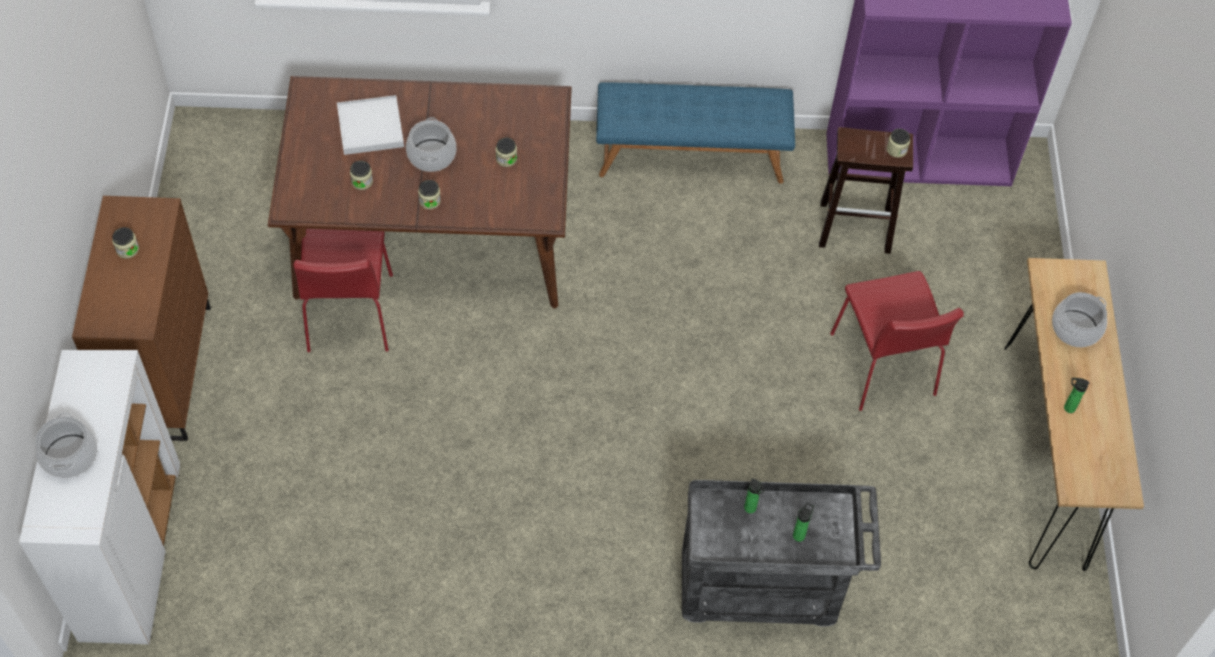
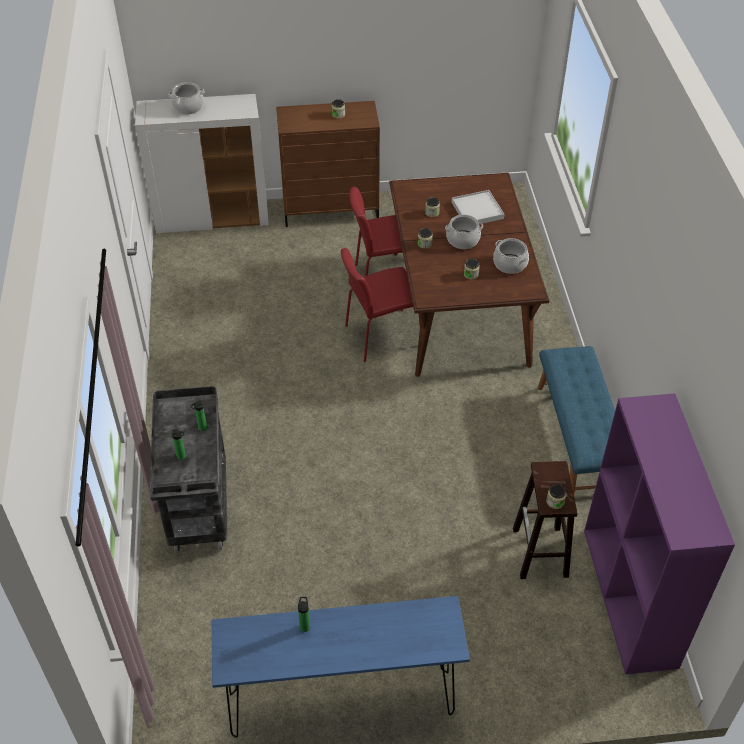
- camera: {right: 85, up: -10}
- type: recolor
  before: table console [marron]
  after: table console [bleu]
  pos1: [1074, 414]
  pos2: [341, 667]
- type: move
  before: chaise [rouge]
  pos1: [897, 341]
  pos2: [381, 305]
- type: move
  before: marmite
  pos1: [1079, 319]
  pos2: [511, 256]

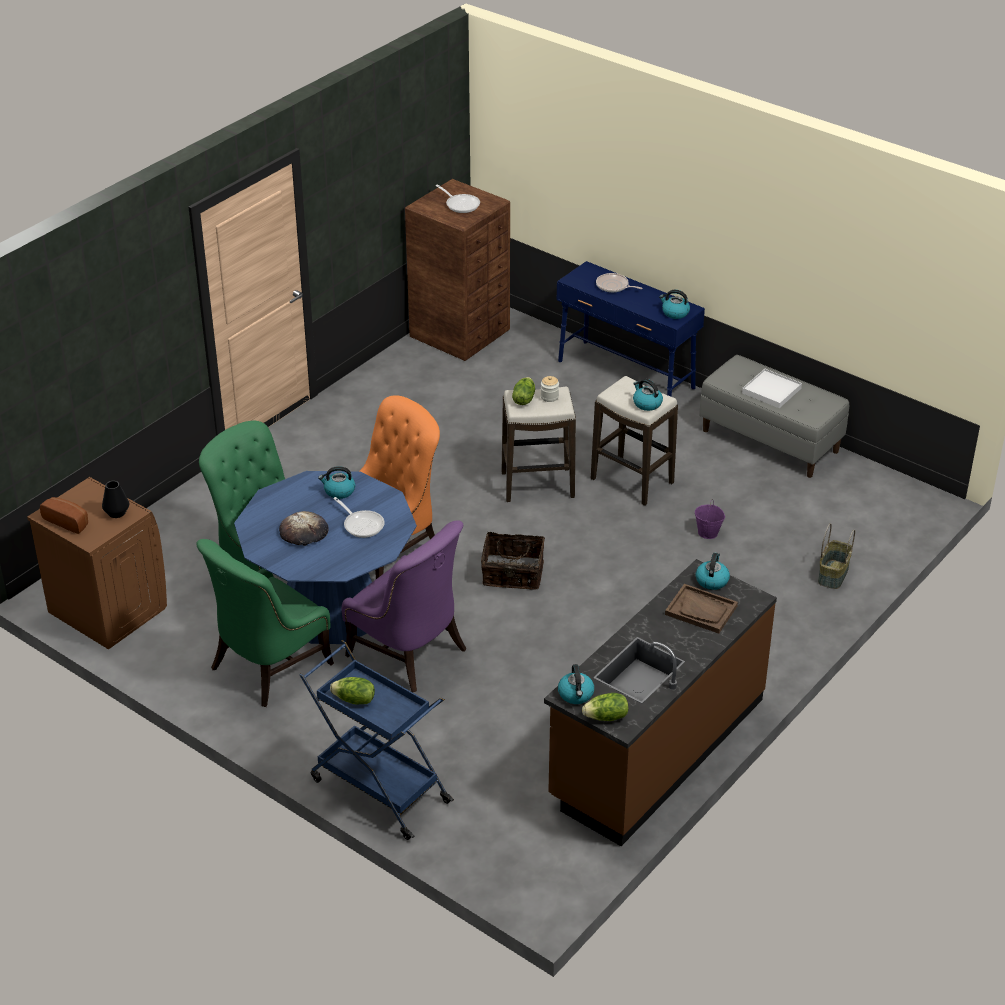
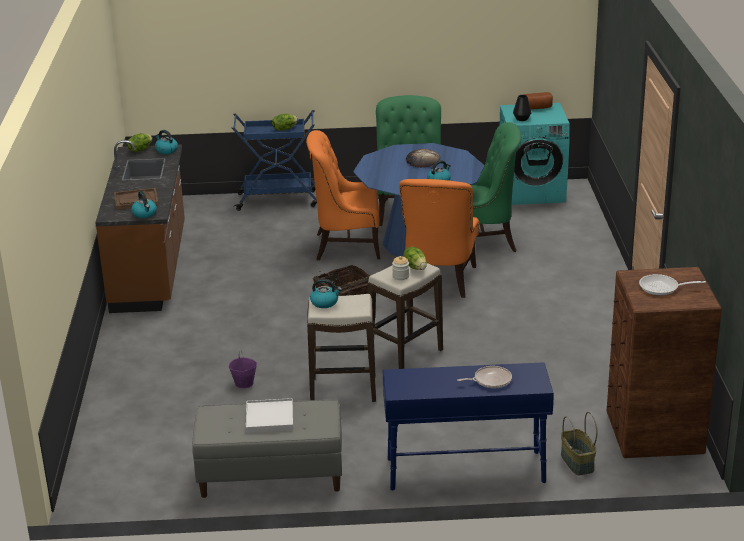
- camera: {right: 140, up: -10}
- type: delete
  before: bouilloire
  pos1: [674, 304]
- type: recolor
  before: lave-linge [marron]
  after: lave-linge [turquoise]
  pos1: [97, 563]
  pos2: [535, 154]
- type: delete
  before: poêle
  pos1: [359, 517]
- type: recolor
  before: chaise [violet]
  after: chaise [orange]
  pos1: [404, 606]
  pos2: [343, 195]
- type: move
  before: panier
  pos1: [836, 556]
  pos2: [579, 443]

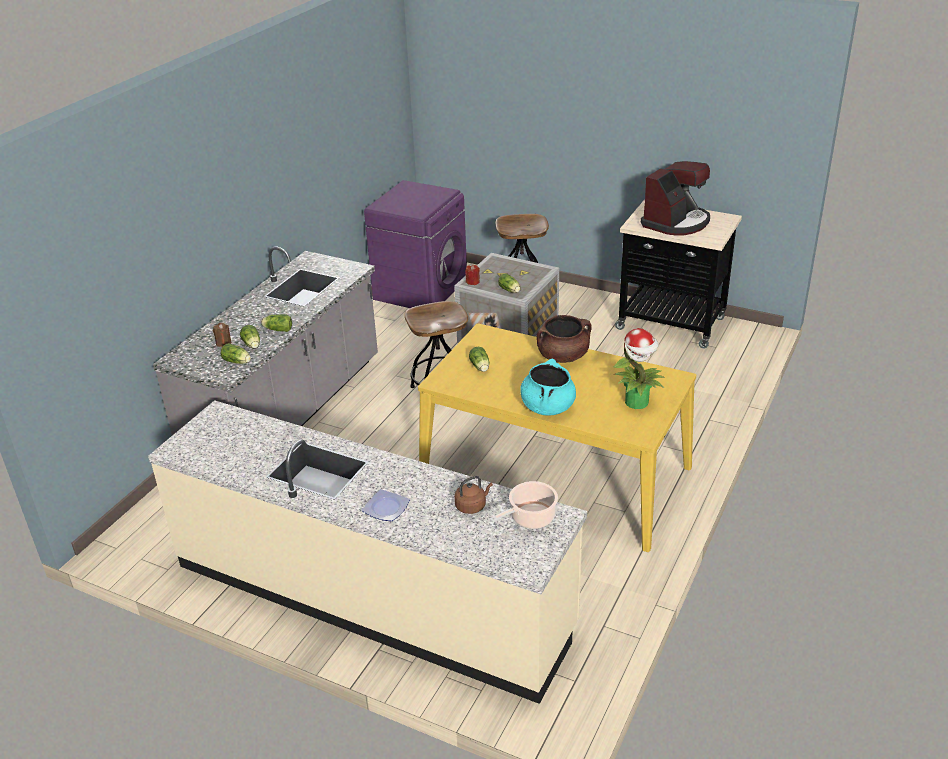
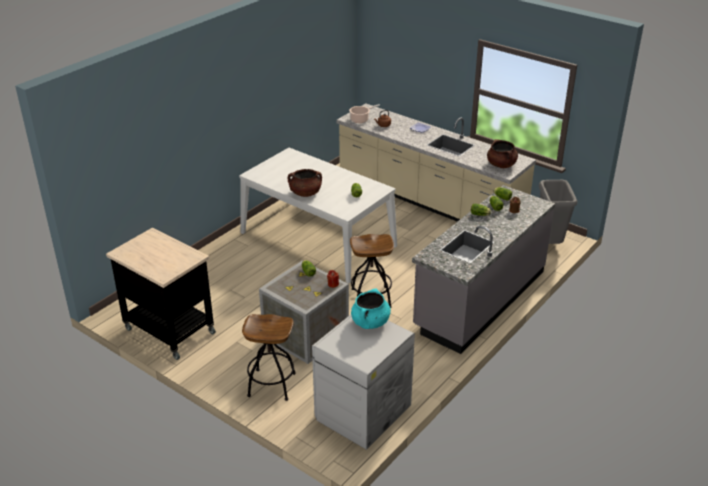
- camera: {right: -170, up: 0}
- type: delete
  before: machine à café
  pos1: [675, 198]
- type: recolor
  before: lave-linge [violet]
  after: lave-linge [blanc]
  pos1: [415, 244]
  pos2: [363, 382]
- type: recolor
  before: table à manger [jaune]
  after: table à manger [blanc]
  pos1: [557, 437]
  pos2: [318, 215]
- type: delete
  before: plante en pot
  pos1: [638, 368]
- type: move
  before: marmite [turquoise]
  pos1: [548, 387]
  pos2: [371, 309]
- type: insert
  after: marmite [marron]
  pos2: [502, 153]
- type: insert
  after: poubelle [gris]
  pos2: [558, 212]

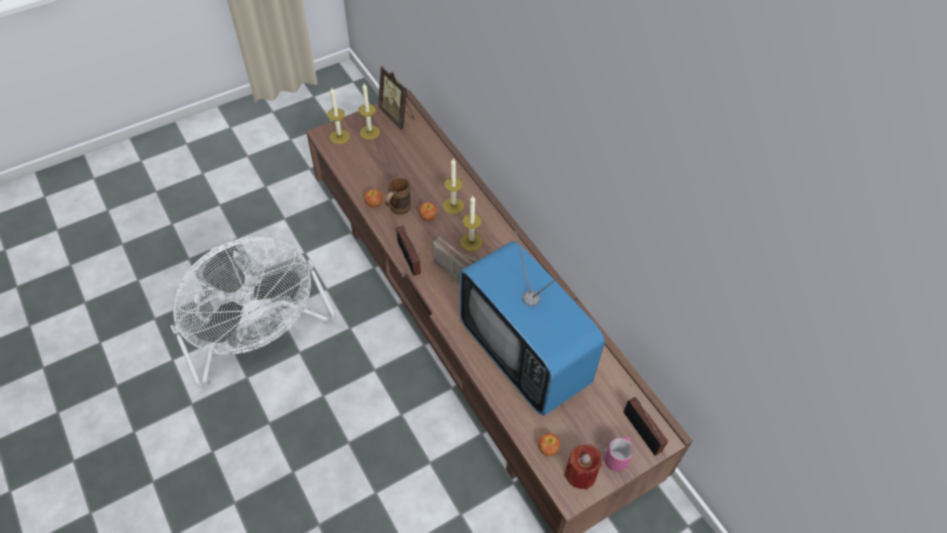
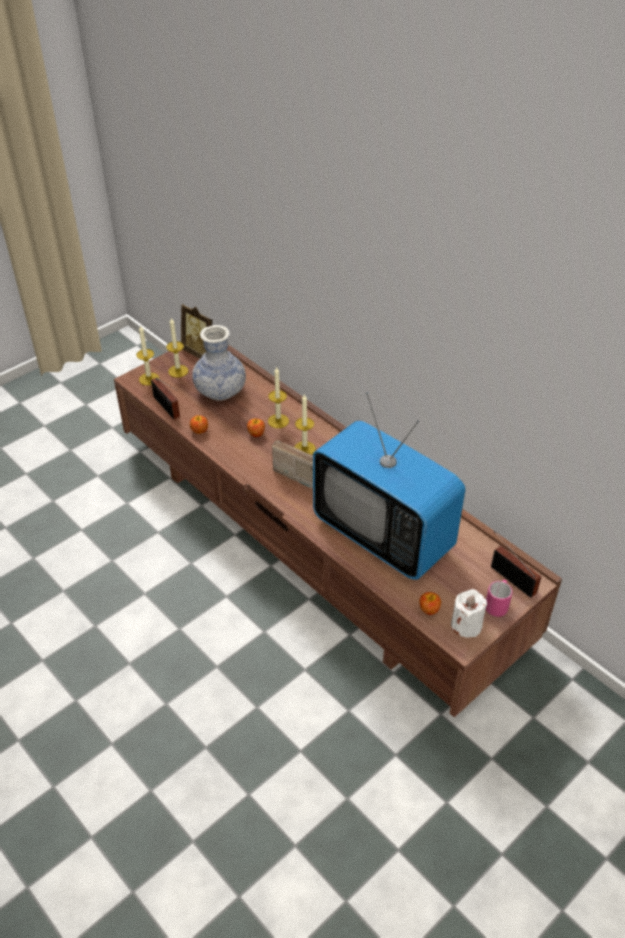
- camera: {right: -10, up: -10}
- type: delete
  before: mug [marron]
  pos1: [398, 196]
- type: move
  before: radio
  pos1: [408, 250]
  pos2: [165, 398]
- type: delete
  before: ventilateur [blanc]
  pos1: [253, 312]
- type: recolor
  before: bougie [rouge]
  after: bougie [blanc]
  pos1: [583, 467]
  pos2: [469, 613]
- type: insert
  after: vase
  pos2: [219, 362]

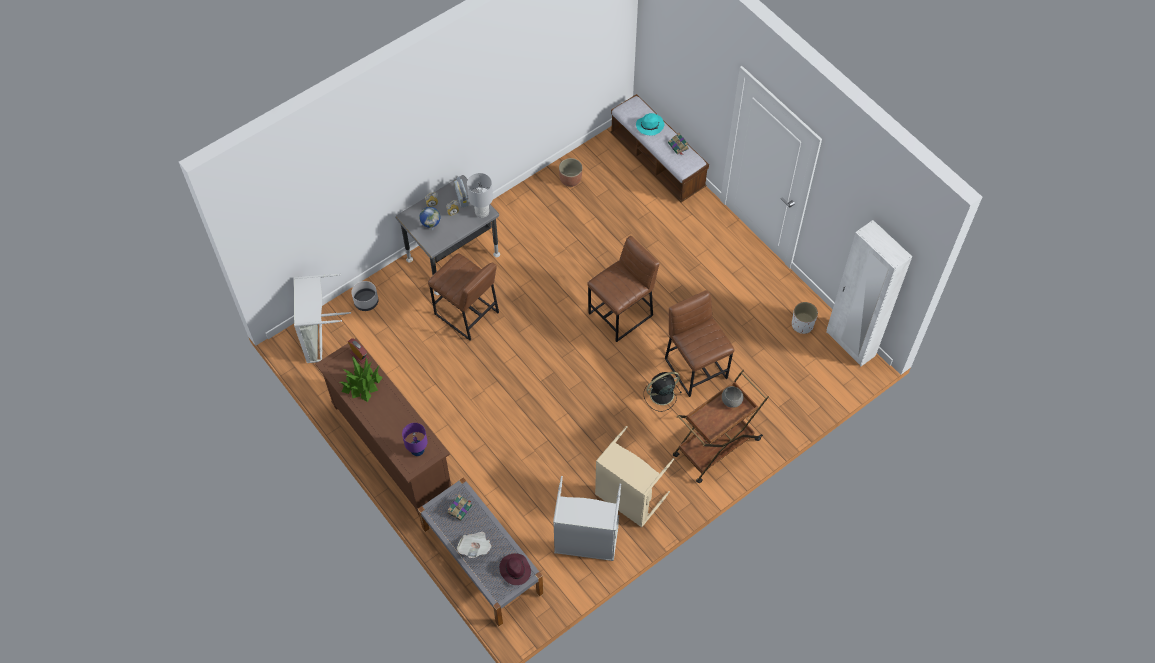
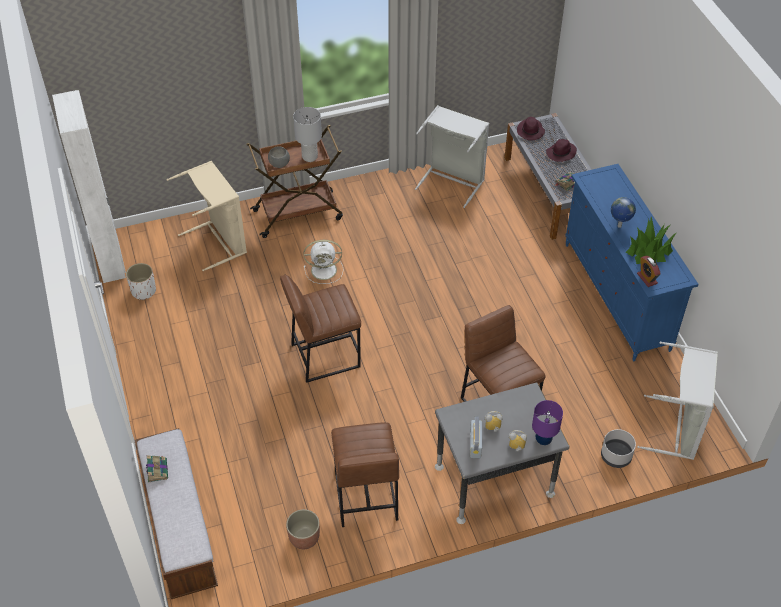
- camera: {right: -160, up: -10}
- type: delete
  before: chapeau [turquoise]
  pos1: [650, 124]
- type: move
  before: lampe de table [gris]
  pos1: [480, 195]
  pos2: [307, 134]
- type: move
  before: globe
  pos1: [429, 218]
  pos2: [623, 212]
- type: move
  before: chaise [marron]
  pos1: [699, 343]
  pos2: [365, 474]
- type: recolor
  before: commode [marron]
  after: commode [bleu]
  pos1: [383, 426]
  pos2: [632, 263]
- type: recolor
  before: ventilateur [noir]
  after: ventilateur [blanc]
  pos1: [663, 392]
  pos2: [324, 262]
- type: move
  before: lampe de table [violet]
  pos1: [415, 439]
  pos2: [547, 422]
- type: move
  before: panier à linge [beige]
  pos1: [634, 476]
  pos2: [207, 216]
- type: replace
  before: journal
  after: chapeau [violet]
  pos1: [474, 545]
  pos2: [561, 150]

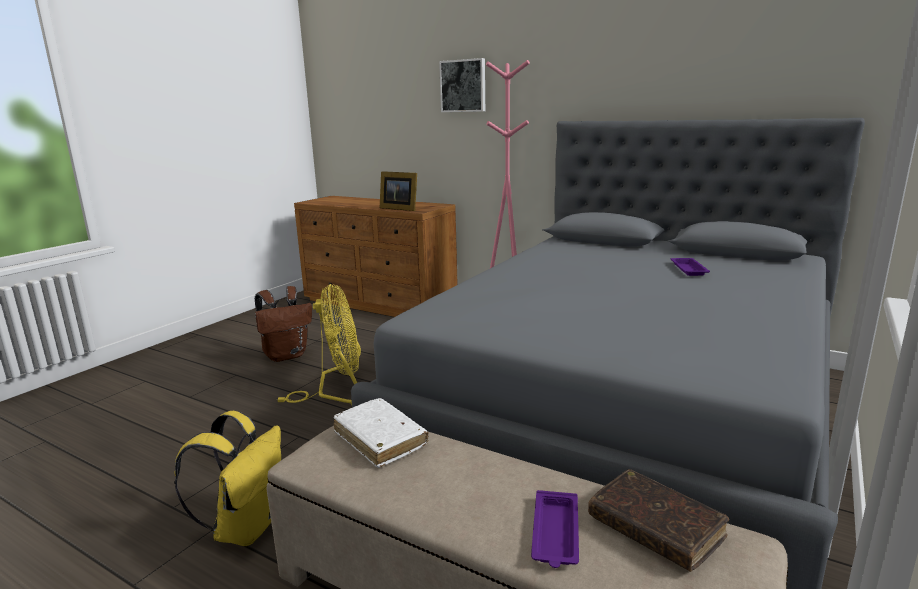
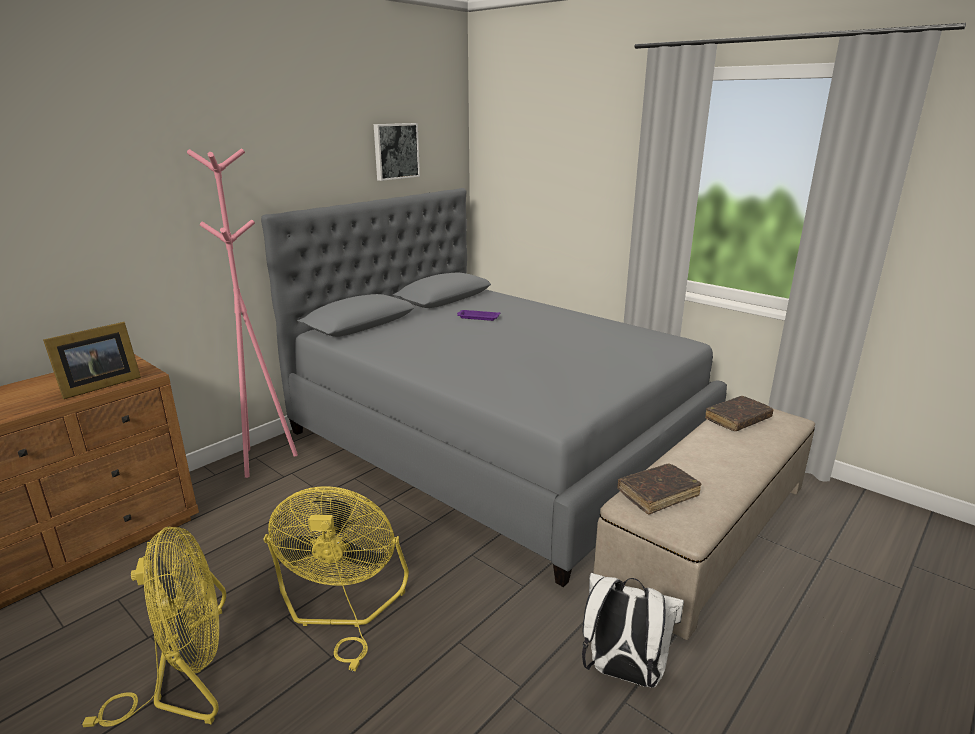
- camera: {right: -80, up: 5}
- type: move
  before: tableau
  pos1: [462, 85]
  pos2: [397, 152]
- type: replace
  before: sac à dos [marron]
  after: ventilateur [jaune]
  pos1: [283, 324]
  pos2: [153, 627]
- type: recolor
  before: livre [blanc]
  after: livre [marron]
  pos1: [381, 433]
  pos2: [660, 489]
- type: recolor
  before: sac à dos [jaune]
  after: sac à dos [blanc]
  pos1: [227, 478]
  pos2: [633, 630]
- type: delete
  before: plateau [violet]
  pos1: [555, 529]

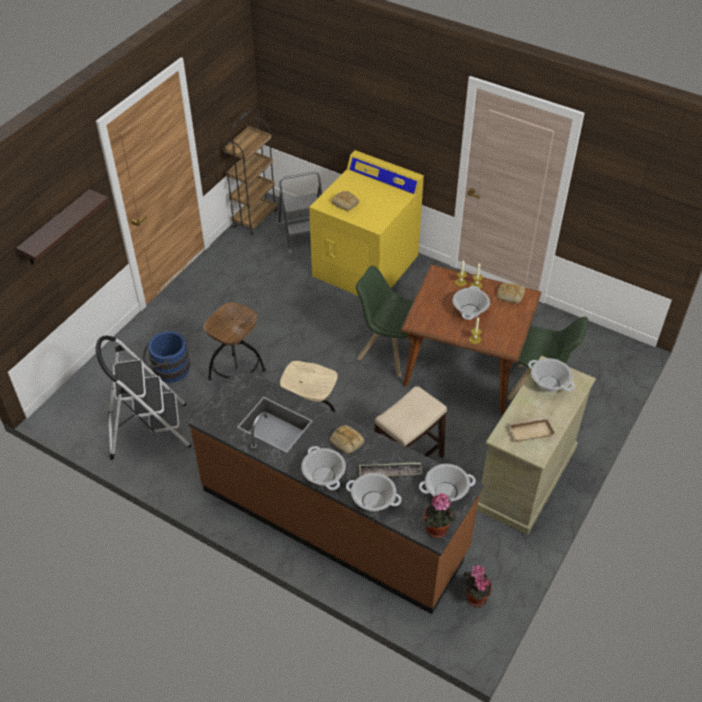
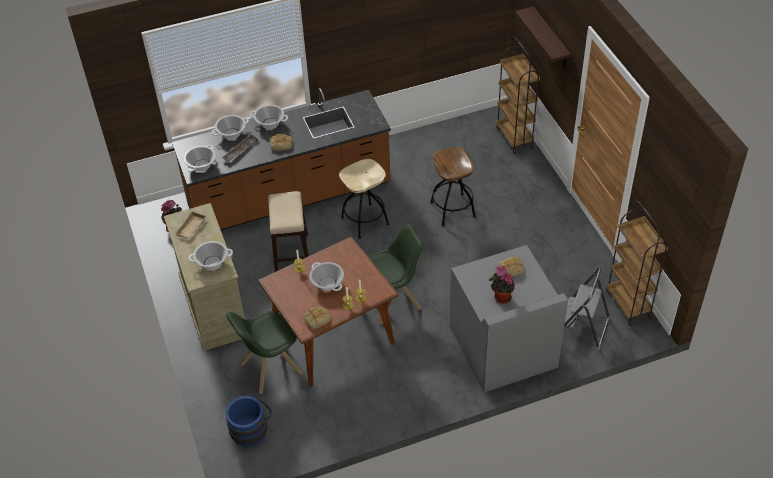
- camera: {right: 130, up: 0}
- type: recolor
  before: lave-linge [jaune]
  after: lave-linge [gris]
  pos1: [366, 223]
  pos2: [509, 318]
- type: move
  before: seau [bleu]
  pos1: [166, 357]
  pos2: [249, 421]
- type: delete
  before: escabeau
  pos1: [144, 398]
- type: move
  before: plante en pot
  pos1: [440, 515]
  pos2: [502, 284]
- type: insert
  after: chariot [marron]
  pos2: [518, 96]

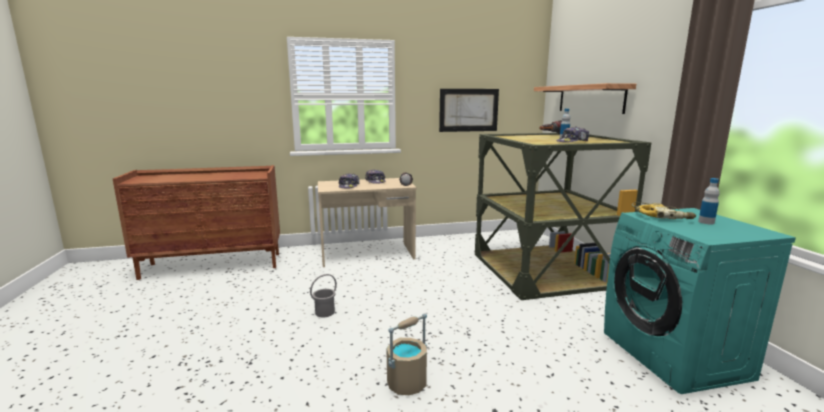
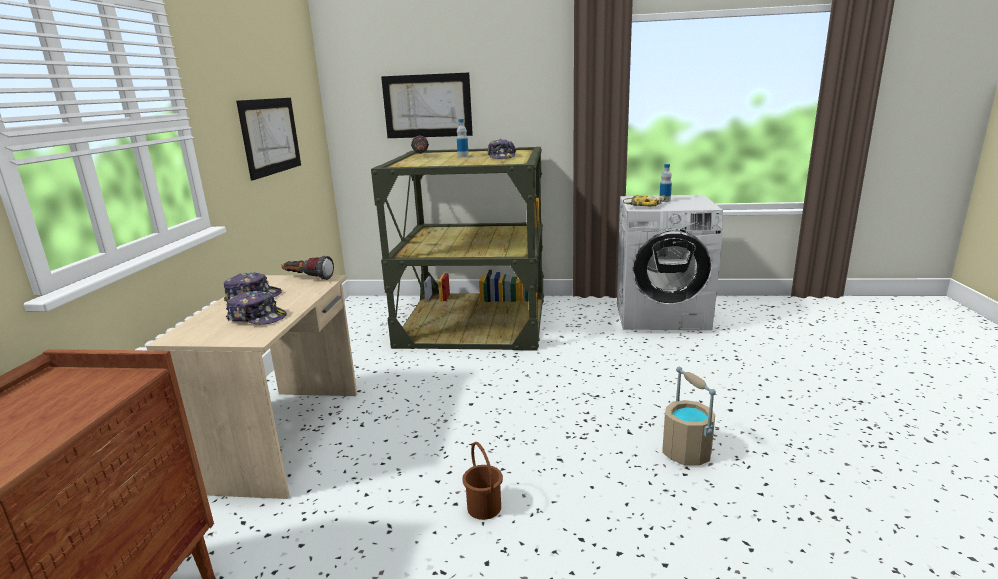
- camera: {right: -70, up: 5}
- type: replace
  before: étagère
  after: tableau
  pos1: [585, 98]
  pos2: [427, 105]
- type: recolor
  before: lave-linge [turquoise]
  after: lave-linge [blanc]
  pos1: [700, 301]
  pos2: [670, 262]
- type: recolor
  before: seau [gris]
  after: seau [marron]
  pos1: [323, 295]
  pos2: [482, 481]

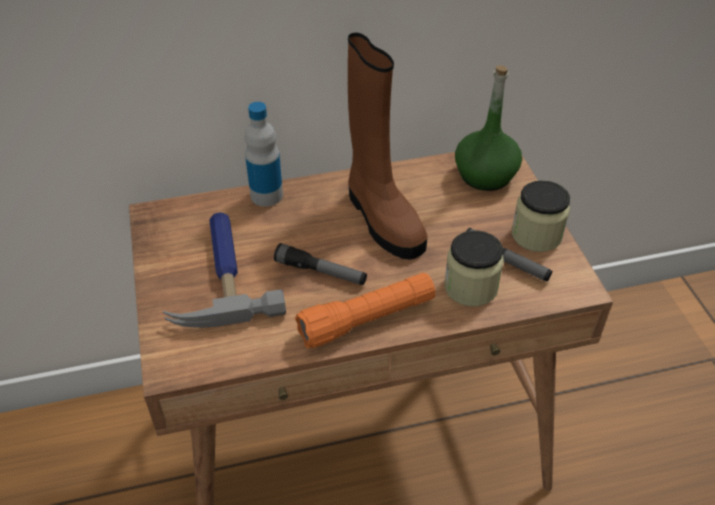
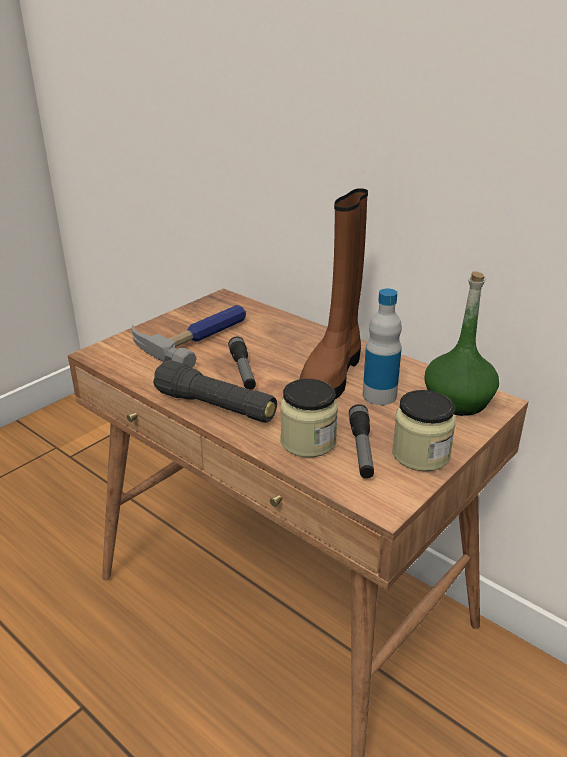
- camera: {right: 55, up: -15}
- type: move
  before: bouteille
  pos1: [264, 154]
  pos2: [382, 346]
- type: recolor
  before: lampe de poche [orange]
  after: lampe de poche [noir]
  pos1: [365, 310]
  pos2: [215, 391]

